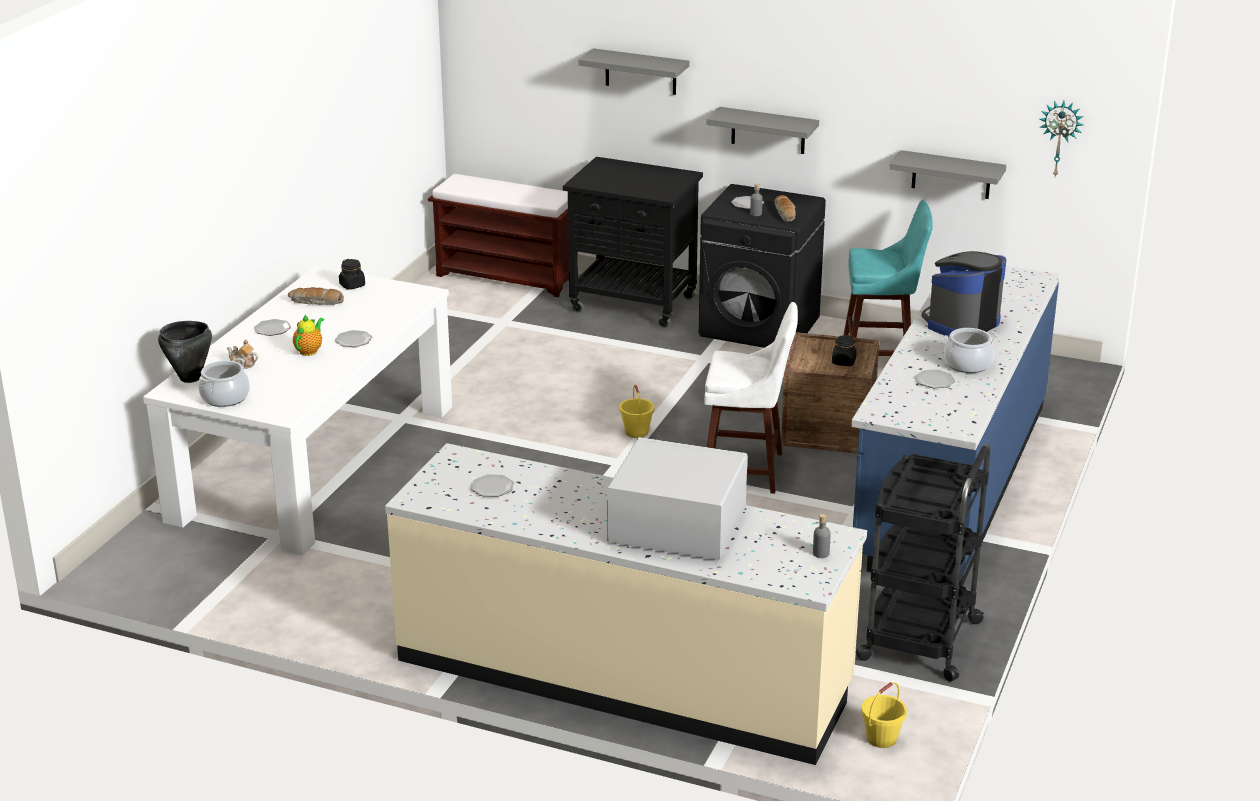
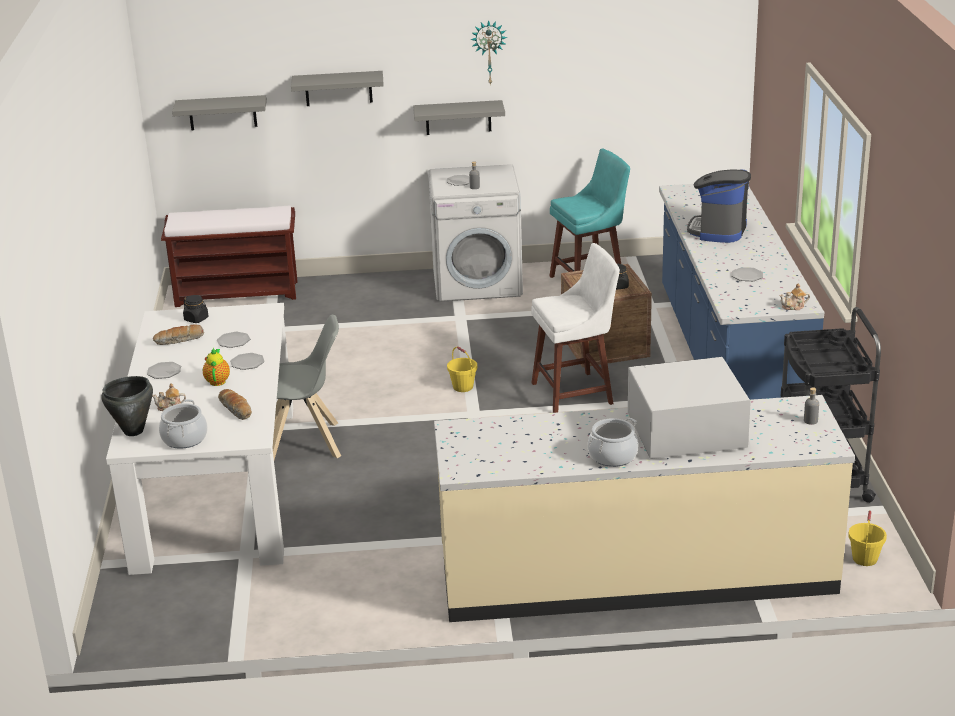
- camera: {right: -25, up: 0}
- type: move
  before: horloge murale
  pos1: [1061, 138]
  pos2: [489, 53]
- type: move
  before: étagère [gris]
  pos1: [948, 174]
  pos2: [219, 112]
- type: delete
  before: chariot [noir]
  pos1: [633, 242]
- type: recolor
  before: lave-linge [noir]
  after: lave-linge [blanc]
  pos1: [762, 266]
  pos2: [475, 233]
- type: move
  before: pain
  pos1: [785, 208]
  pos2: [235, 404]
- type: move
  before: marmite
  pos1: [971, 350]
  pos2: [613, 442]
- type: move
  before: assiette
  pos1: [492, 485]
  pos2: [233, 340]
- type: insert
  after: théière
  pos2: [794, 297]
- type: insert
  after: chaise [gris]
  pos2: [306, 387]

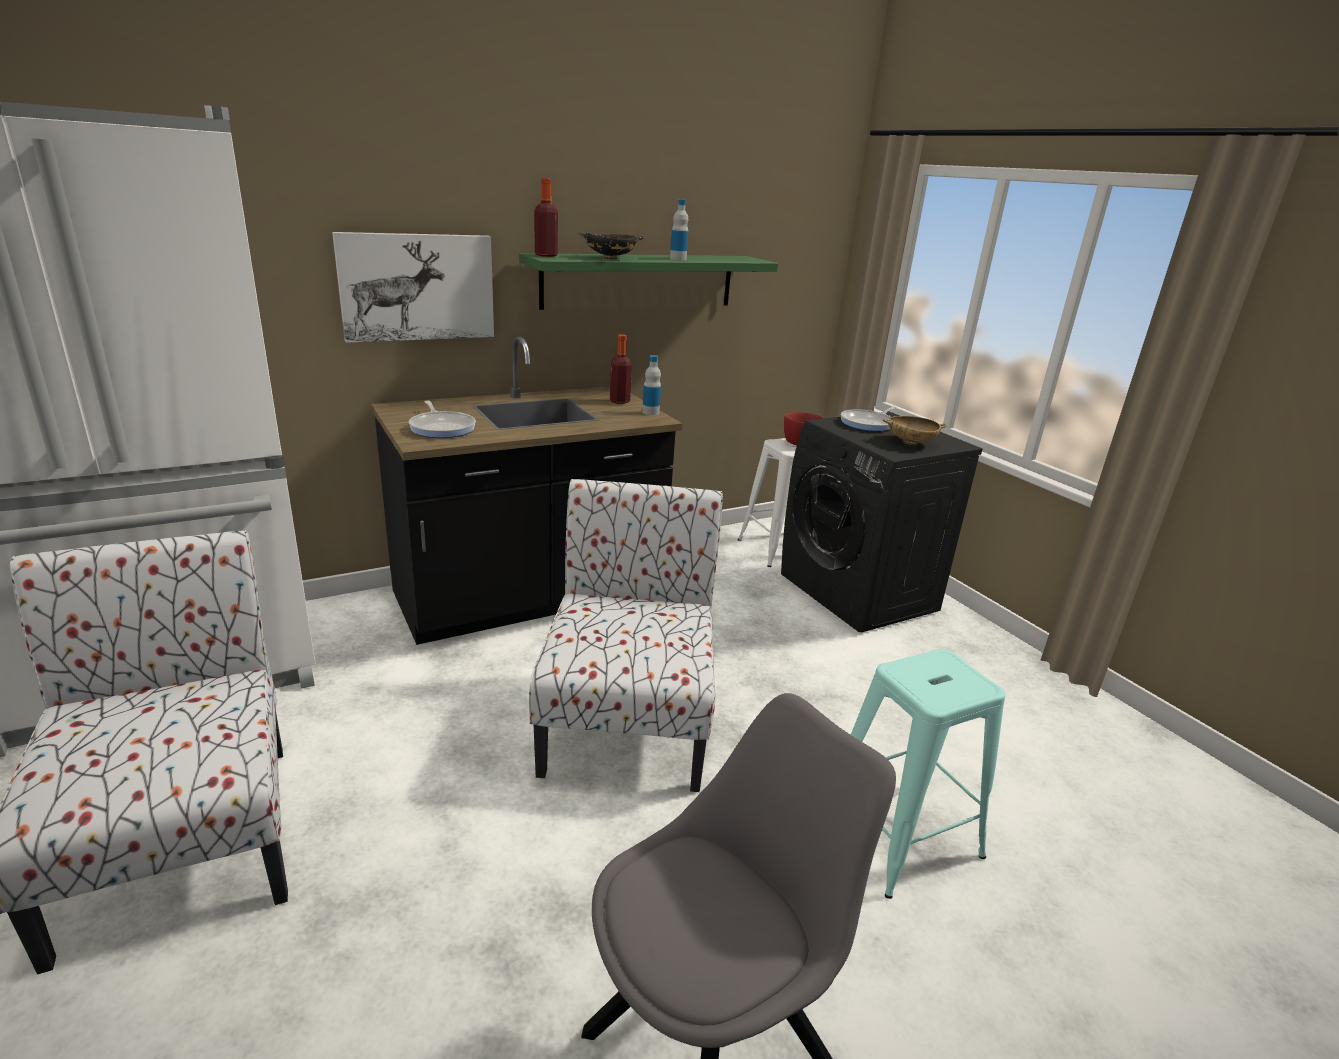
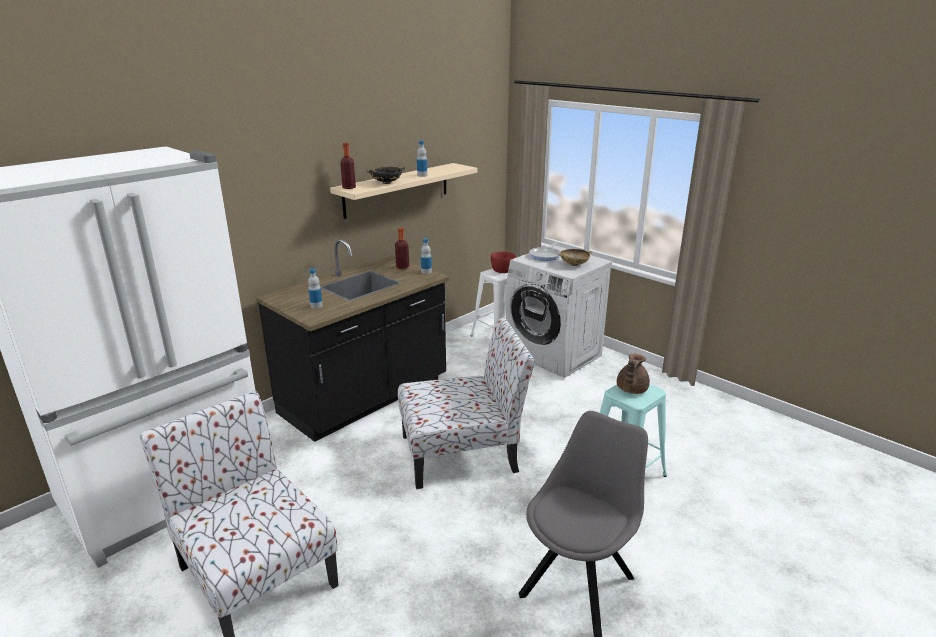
- camera: {right: -15, up: 0}
- type: delete
  before: tableau
  pos1: [413, 287]
- type: recolor
  before: étagère [vert]
  after: étagère [beige]
  pos1: [648, 281]
  pos2: [403, 191]
- type: replace
  before: poêle
  after: bouteille
  pos1: [442, 419]
  pos2: [315, 288]
- type: recolor
  before: lave-linge [noir]
  after: lave-linge [blanc]
  pos1: [882, 522]
  pos2: [559, 311]
- type: rotate
  before: chaise
  pos1: [626, 635]
  pos2: [466, 403]
  turn: 90
- type: insert
  after: théière [marron]
  pos2: [633, 374]

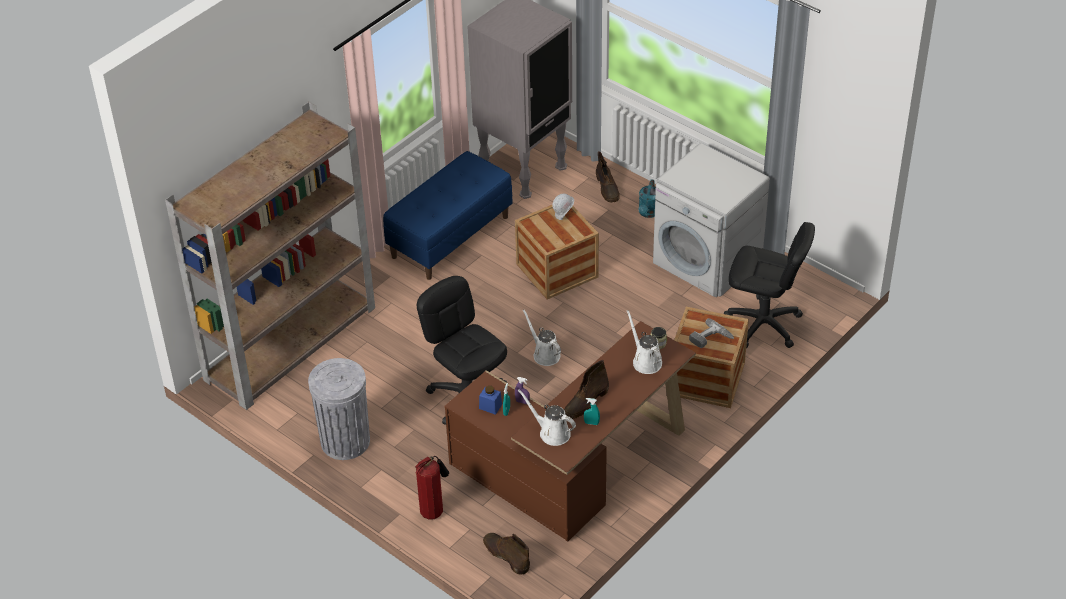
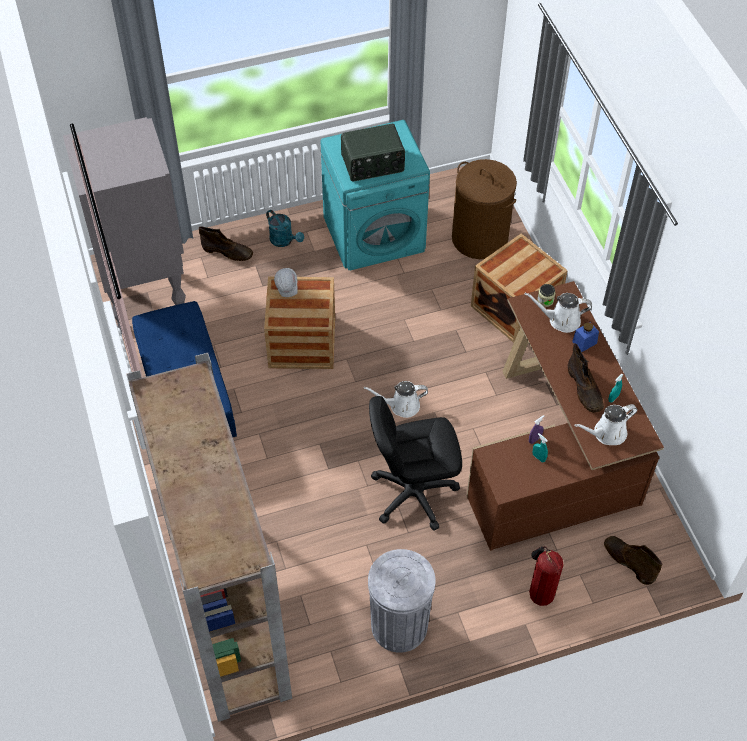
- camera: {right: -60, up: 10}
- type: recolor
  before: lave-linge [blanc]
  after: lave-linge [turquoise]
  pos1: [711, 220]
  pos2: [375, 195]
- type: replace
  before: chaise de bureau [noir]
  after: panier à linge [marron]
  pos1: [769, 285]
  pos2: [484, 209]
- type: delete
  before: perceuse
  pos1: [711, 333]
- type: move
  before: bocal [bleu]
  pos1: [490, 400]
  pos2: [585, 337]
- type: rotate
  before: botte [marron]
  pos1: [506, 553]
  pos2: [633, 560]
  turn: 60
- type: insert
  after: radio
  pos2: [373, 153]

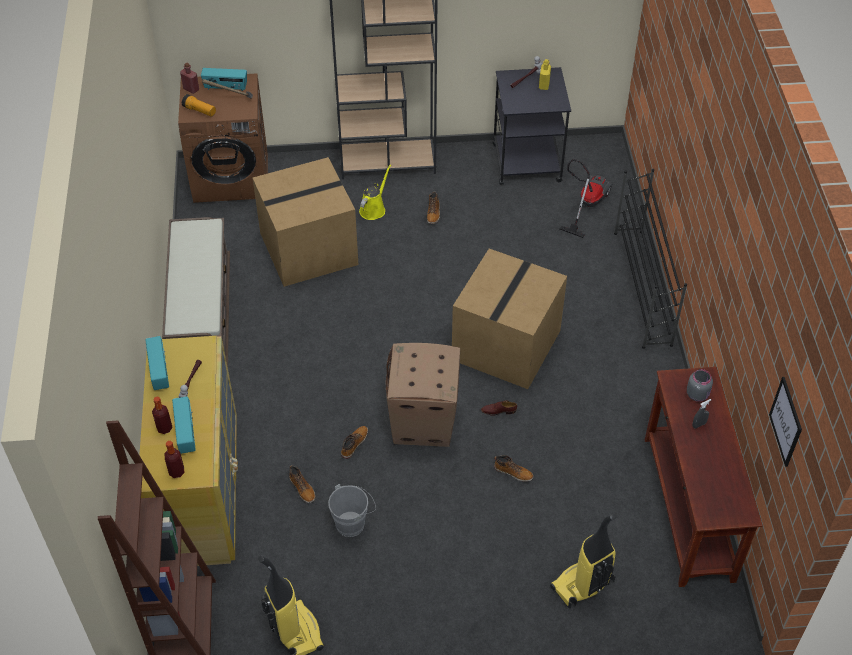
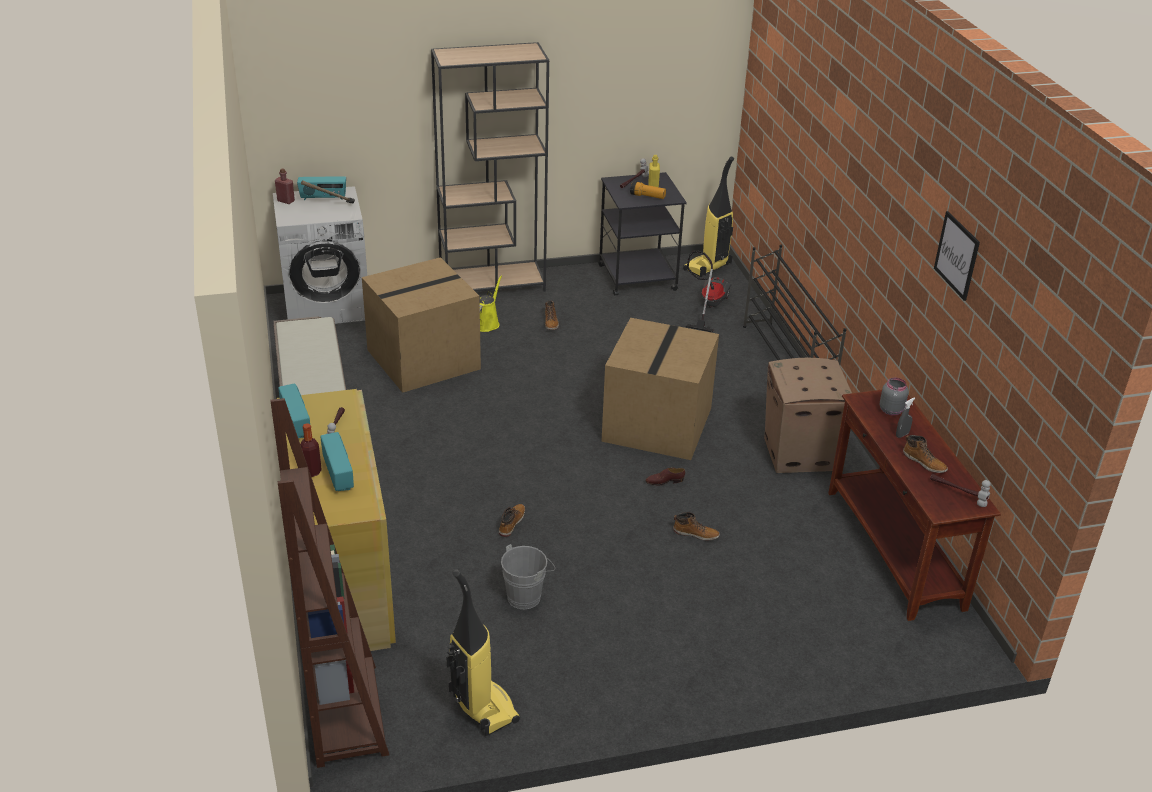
- camera: {right: -10, up: -15}
- type: recolor
  before: lave-linge [marron]
  after: lave-linge [blanc]
  pos1: [223, 138]
  pos2: [320, 255]
- type: move
  before: lampe de poche
  pos1: [199, 105]
  pos2: [648, 190]
- type: move
  before: carton
  pos1: [423, 395]
  pos2: [808, 415]
- type: move
  before: tableau
  pos1: [785, 422]
  pos2: [957, 256]
- type: delete
  before: bouteille
  pos1: [174, 459]
- type: move
  before: botte
  pos1: [302, 484]
  pos2: [925, 454]
- type: move
  before: aspirateur
  pos1: [583, 561]
  pos2: [708, 217]
- type: insert
  after: marteau
  pos2: [960, 490]

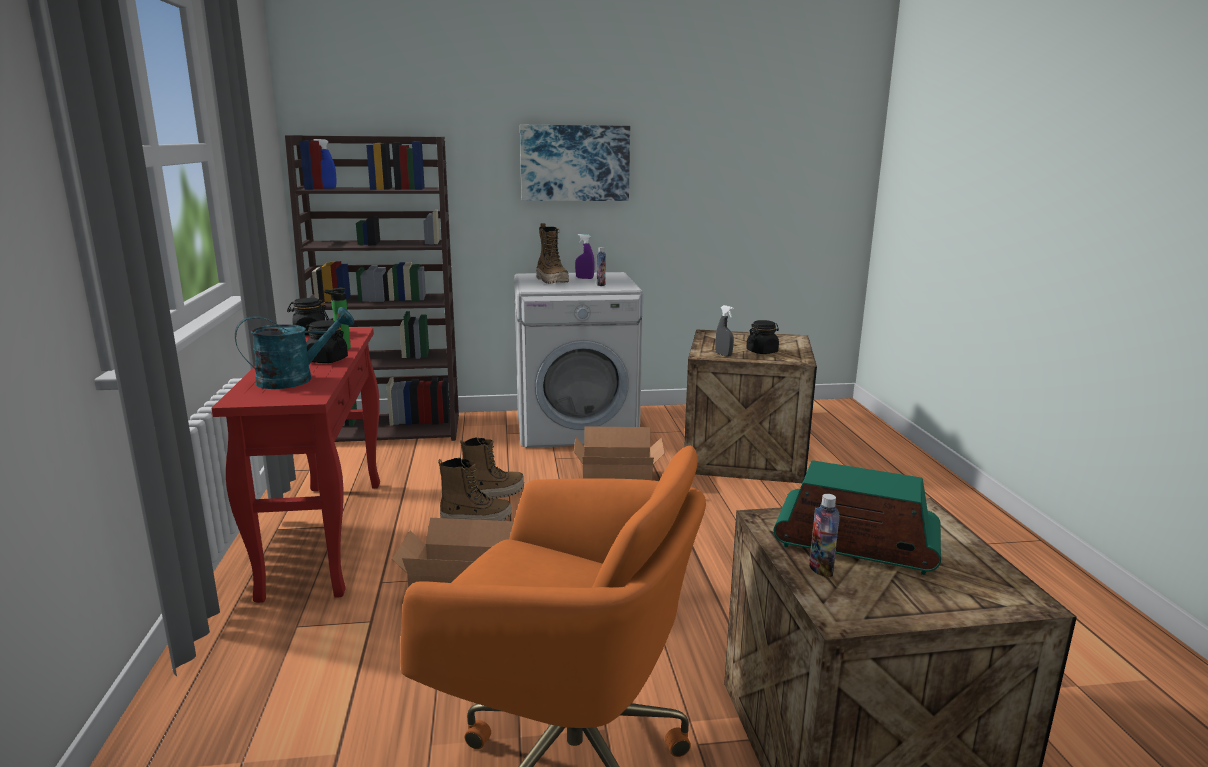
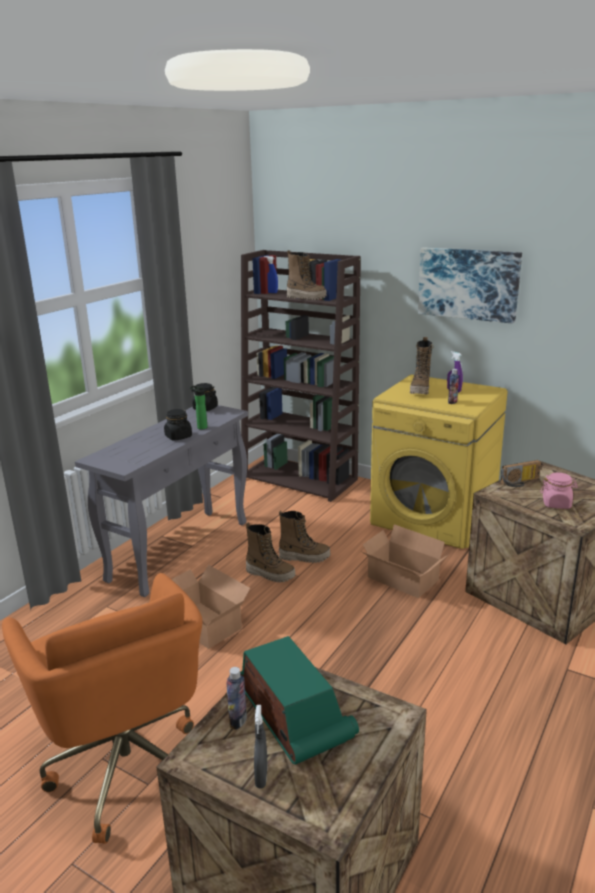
- camera: {right: 40, up: 5}
- type: recolor
  before: lave-linge [blanc]
  after: lave-linge [jaune]
  pos1: [579, 360]
  pos2: [438, 462]
- type: move
  before: vaporisateur [gris]
  pos1: [724, 331]
  pos2: [261, 747]
- type: delete
  before: arrosoir [turquoise]
  pos1: [294, 348]
- type: recolor
  before: bocal [noir]
  after: bocal [rose]
  pos1: [762, 337]
  pos2: [559, 490]
- type: recolor
  before: table console [rouge]
  after: table console [gris]
  pos1: [295, 465]
  pos2: [161, 501]
- type: insert
  after: botte
  pos2: [307, 275]
- type: insert
  after: radio
  pos2: [521, 473]

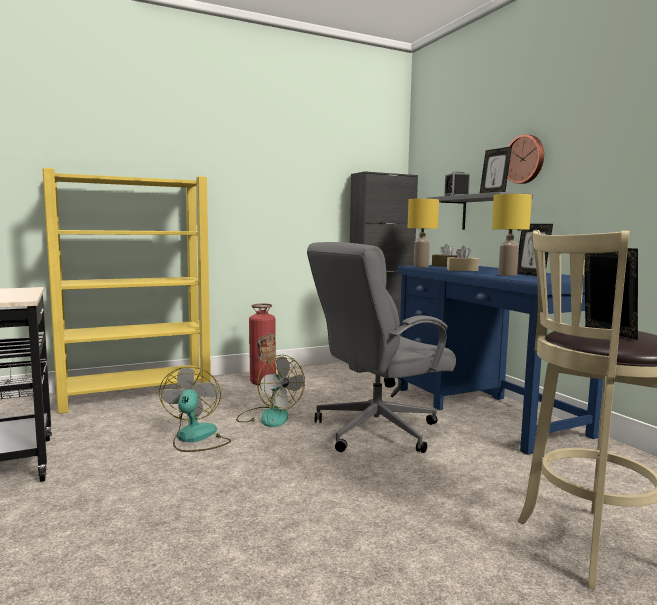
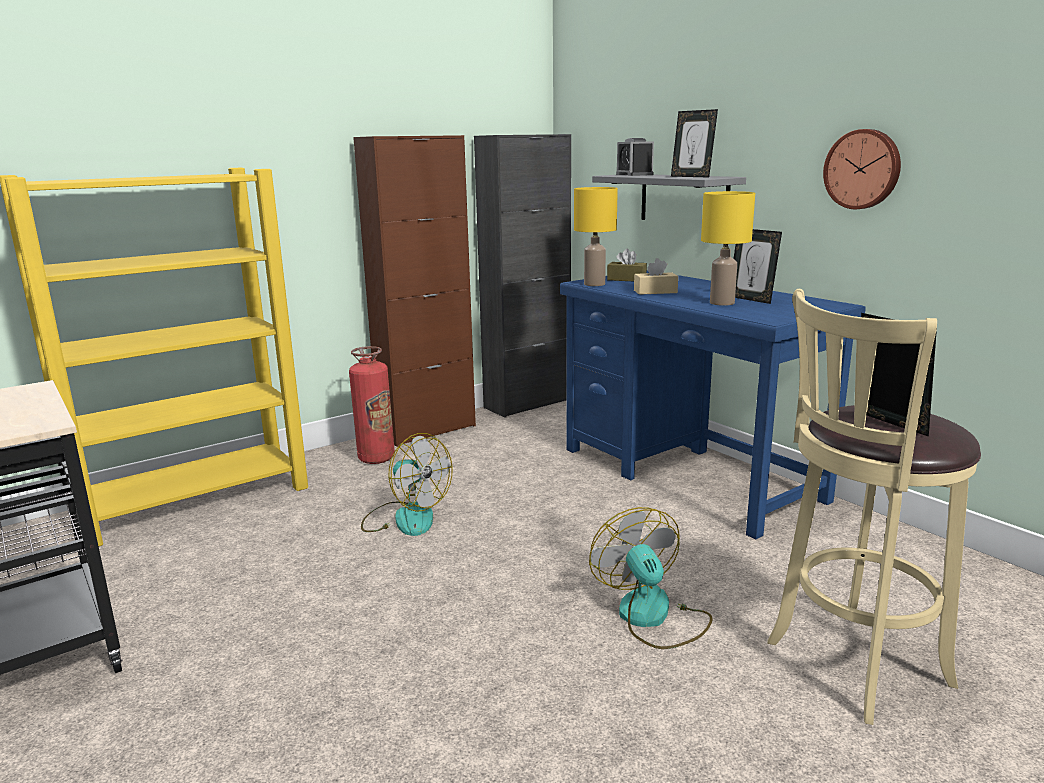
- camera: {right: -10, up: 10}
- type: move
  before: horloge murale
  pos1: [526, 159]
  pos2: [862, 169]
- type: delete
  before: chaise de bureau [gris]
  pos1: [381, 347]
- type: move
  before: ventilateur
  pos1: [195, 409]
  pos2: [651, 578]
- type: insert
  after: meuble de rangement [marron]
  pos2: [414, 291]

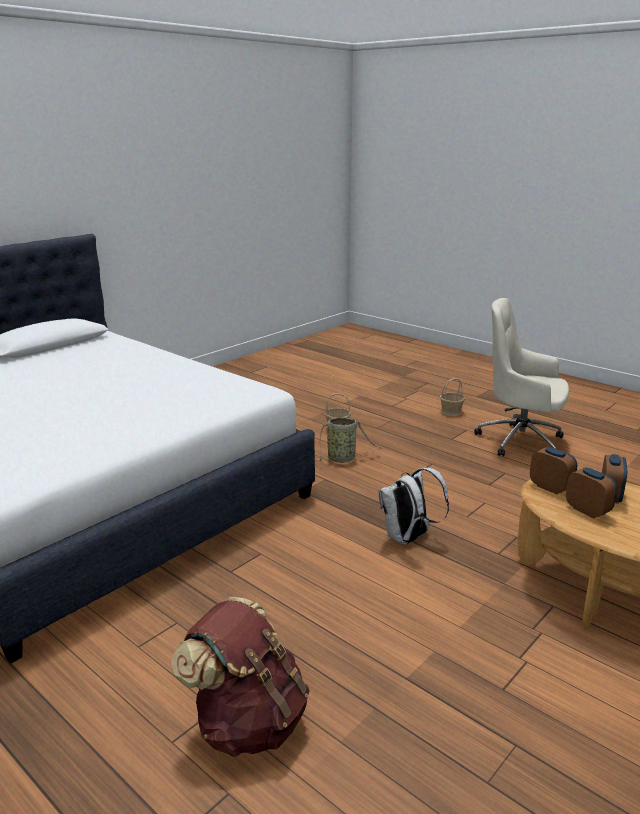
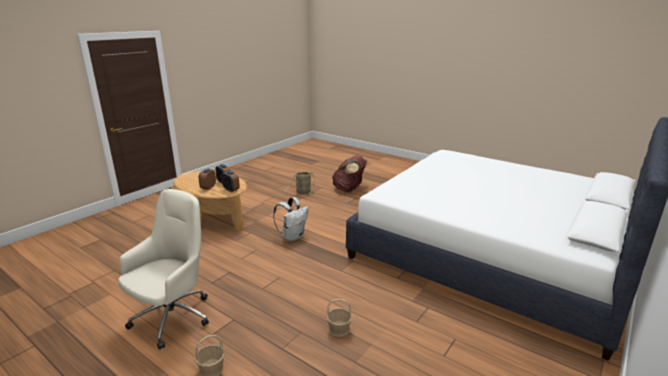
- camera: {right: 175, up: 0}
- type: rotate
  before: chaise de bureau [beige]
  pos1: [521, 377]
  pos2: [163, 269]
  turn: -75
- type: move
  before: panier
  pos1: [348, 440]
  pos2: [300, 183]

